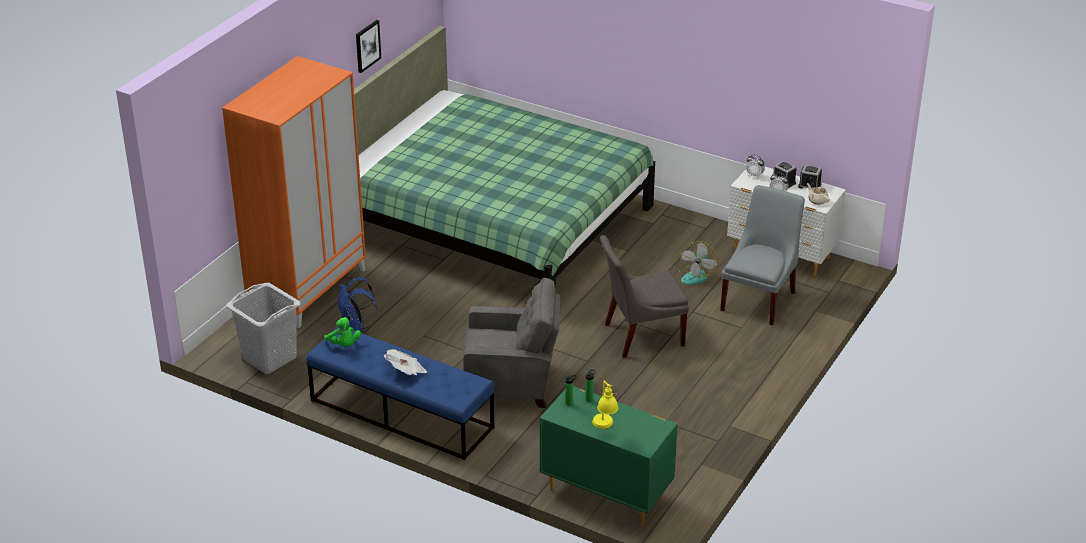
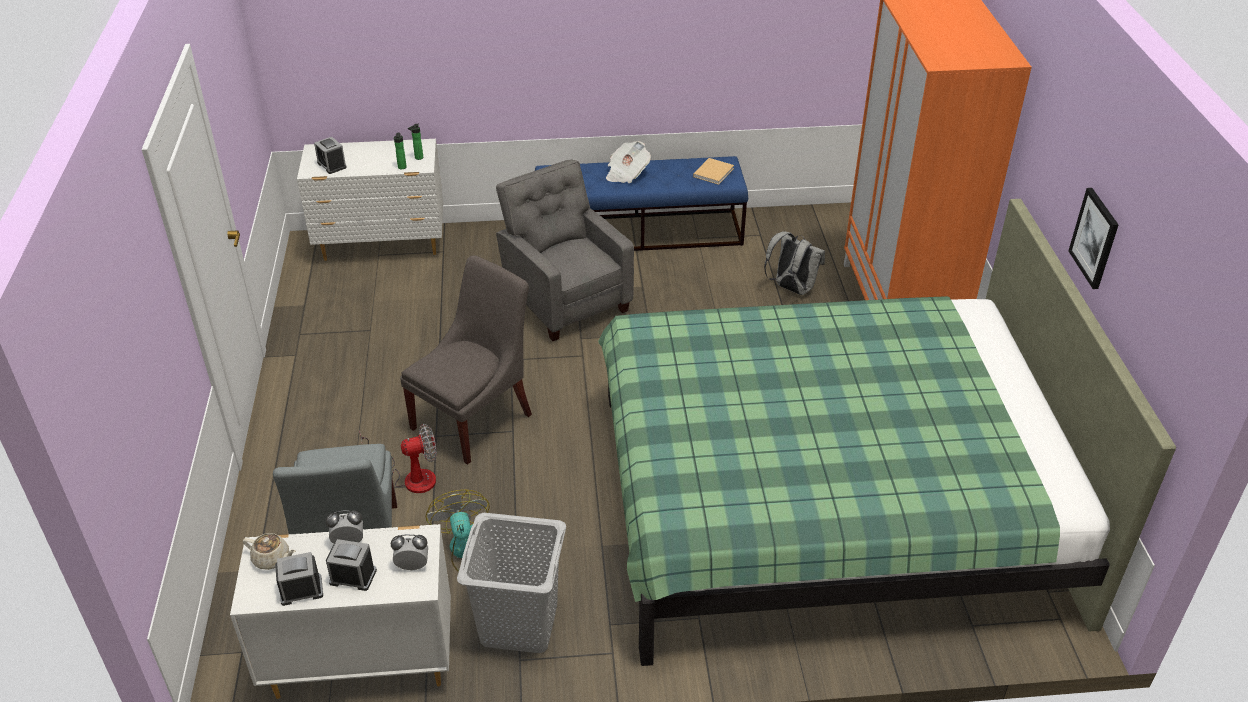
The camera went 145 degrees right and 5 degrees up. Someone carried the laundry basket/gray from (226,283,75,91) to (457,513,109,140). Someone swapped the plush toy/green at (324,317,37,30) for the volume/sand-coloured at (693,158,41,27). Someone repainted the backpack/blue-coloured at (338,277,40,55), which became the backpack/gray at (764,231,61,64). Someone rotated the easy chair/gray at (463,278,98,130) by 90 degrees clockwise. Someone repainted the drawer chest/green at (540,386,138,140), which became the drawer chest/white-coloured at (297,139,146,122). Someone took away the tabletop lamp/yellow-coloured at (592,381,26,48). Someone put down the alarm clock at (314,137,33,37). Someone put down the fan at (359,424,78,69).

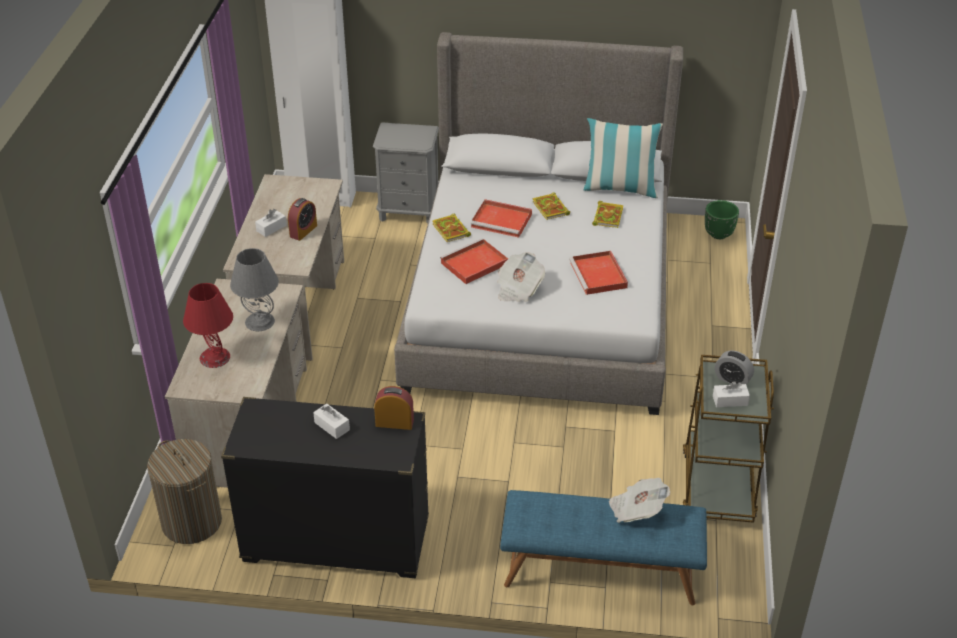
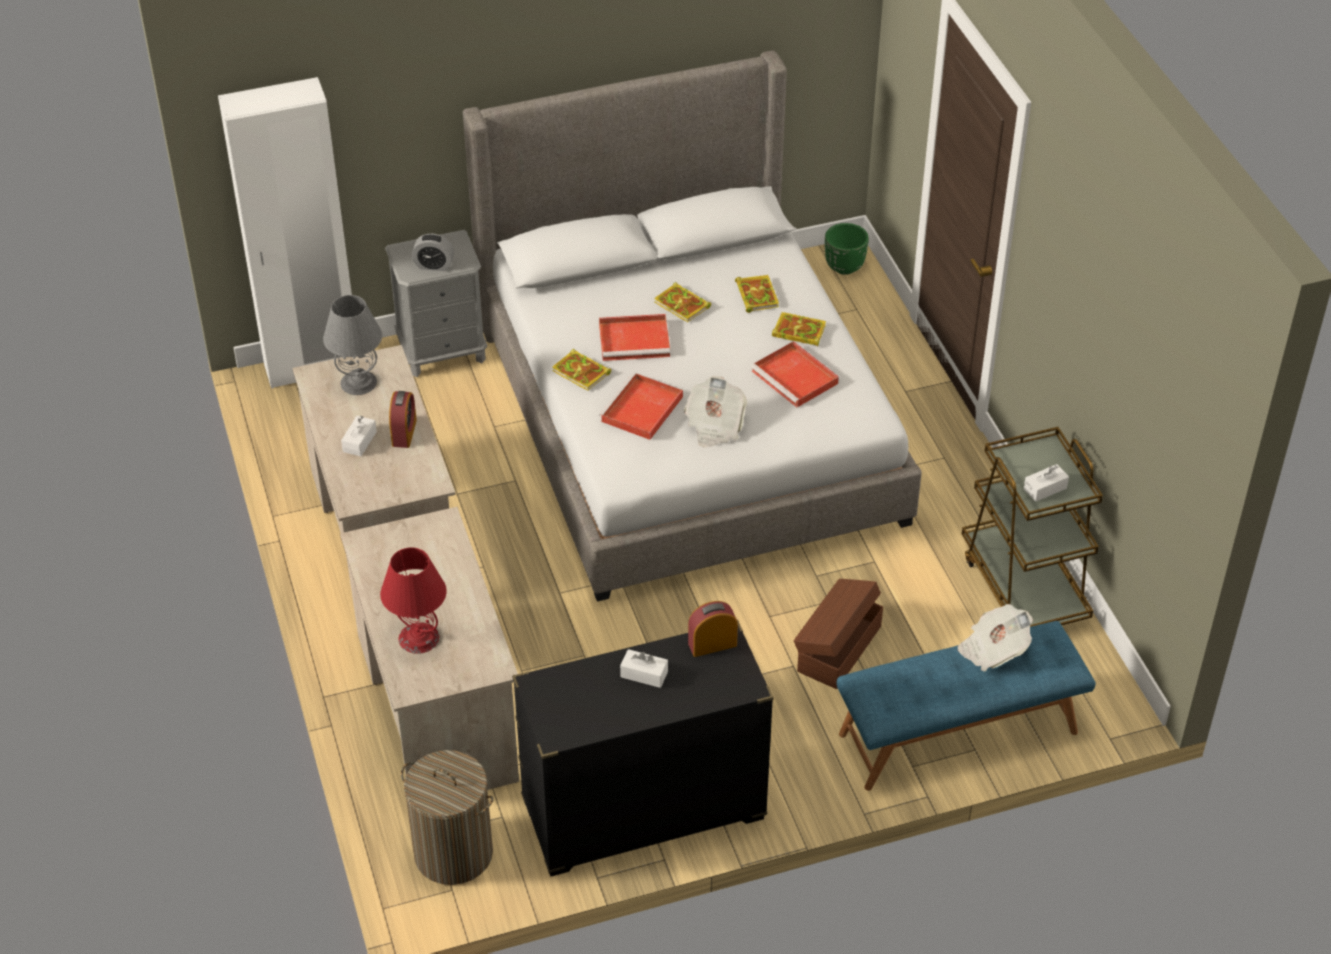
The camera went 25 degrees left and 5 degrees up. Someone carried the tabletop lamp/gray from (230,248,49,83) to (323,295,59,100). Someone took away the pillow at (584,118,79,80). Someone carried the alarm clock from (715,350,39,35) to (412,234,42,37). Someone put down the volume at (772,312,54,35). Someone put down the storage box/brownish at (794,579,89,110).

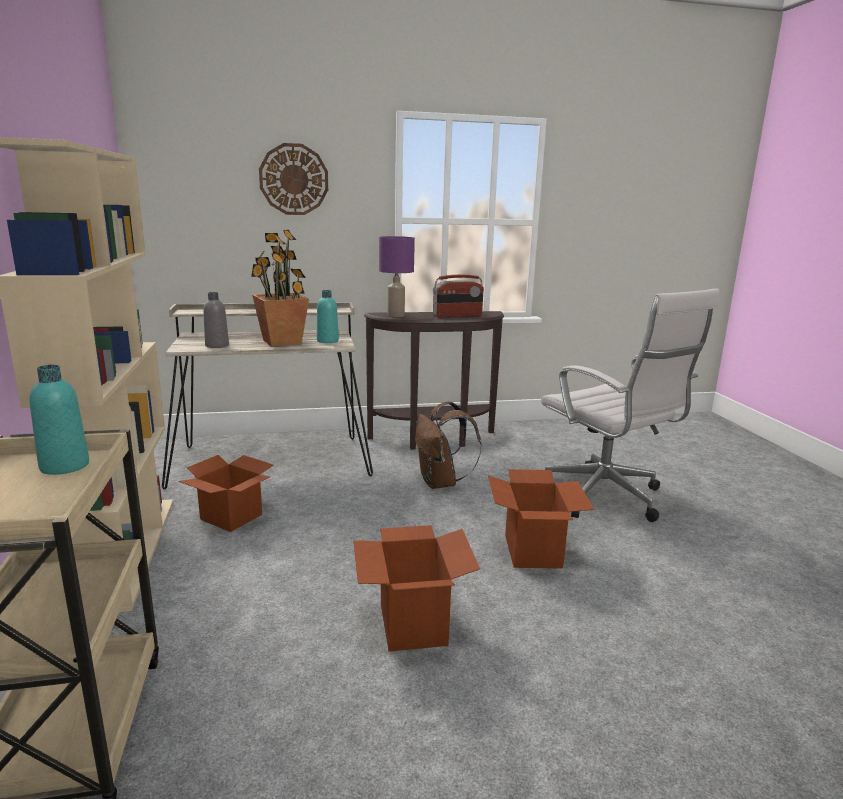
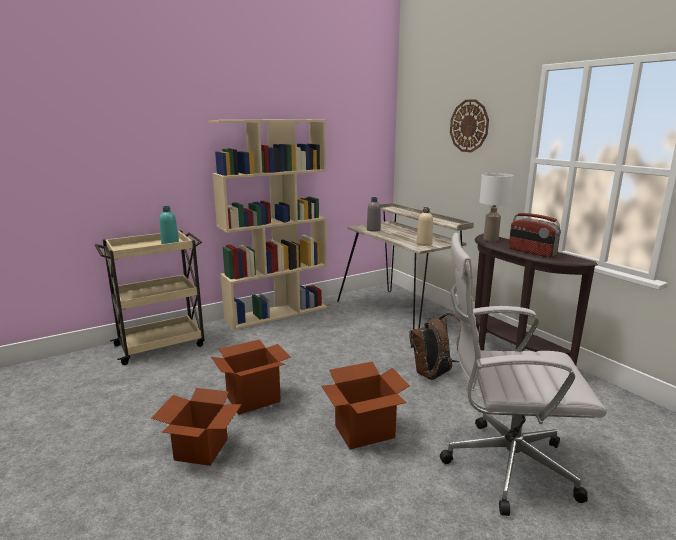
The camera went 70 degrees right and 0 degrees up. Someone carried the packing box from (179,455,94,77) to (152,388,90,78). Someone took away the plant in a pot at (251,230,58,117). Someone repainted the drink bottle/turquoise at (317,290,22,53), which became the drink bottle/sand-coloured at (416,207,17,39). Someone repainted the tabletop lamp/purple at (379,236,36,81), which became the tabletop lamp/white-coloured at (479,173,34,68). Someone rotated the computer chair/white-coloured at (541,289,179,233) by 60 degrees clockwise.

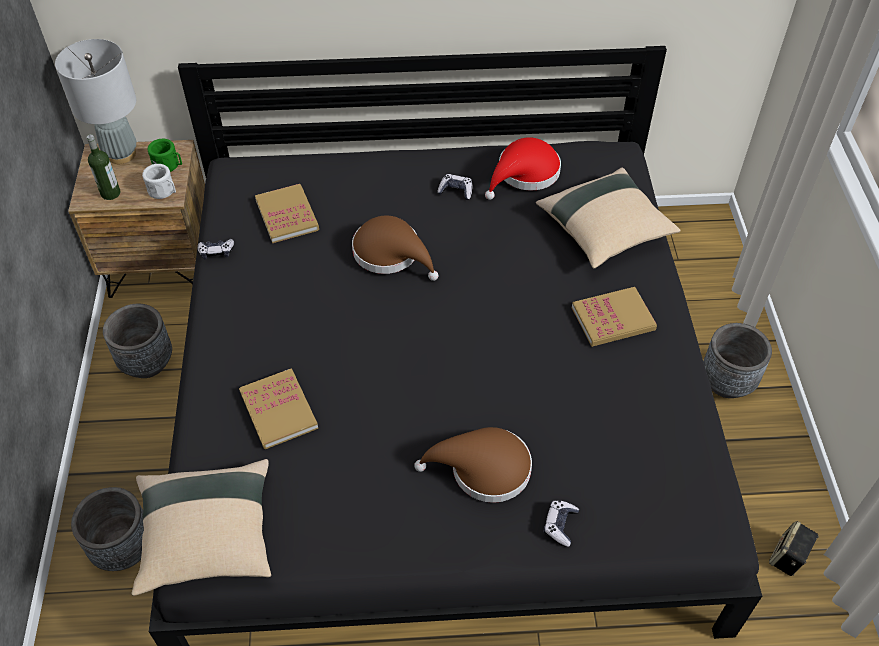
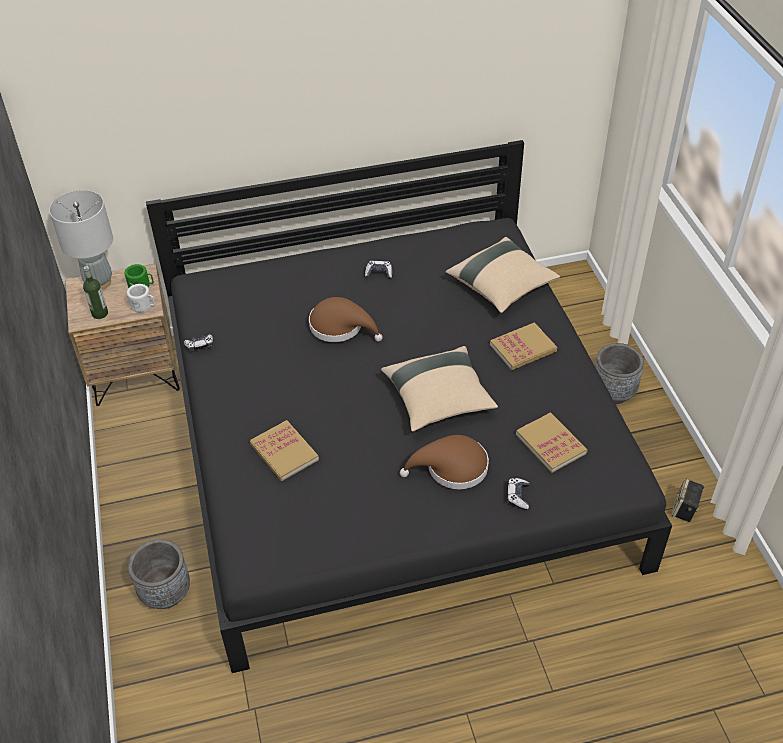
The camera went 10 degrees left and 5 degrees down. Someone took away the flower pot/gray at (103,304,69,74). Someone carried the pillow/sand-coloured from (131,459,140,137) to (381,346,117,85). Someone carried the volume from (255,184,64,59) to (516,412,72,61). Someone took away the hat/reddish at (485,137,76,63).

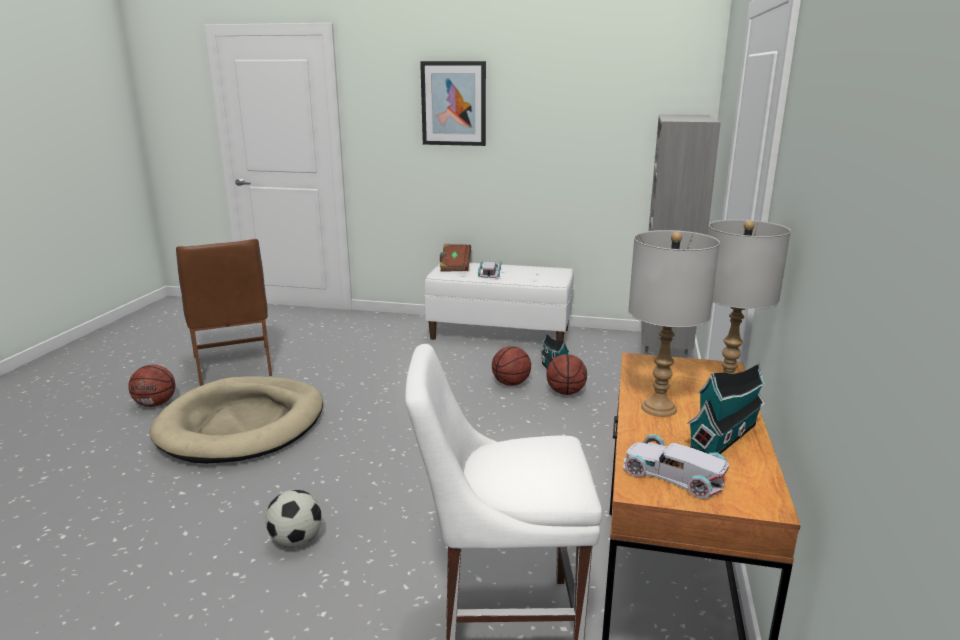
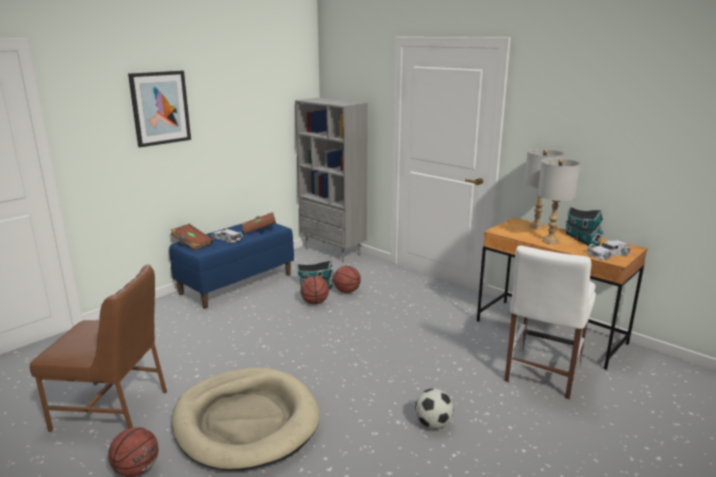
The camera went 60 degrees left and 0 degrees up. Someone repainted the indoor bench/white-coloured at (424,262,150,79), which became the indoor bench/blue-coloured at (169,223,125,86). Someone put down the volume/brownish at (242,212,34,22).

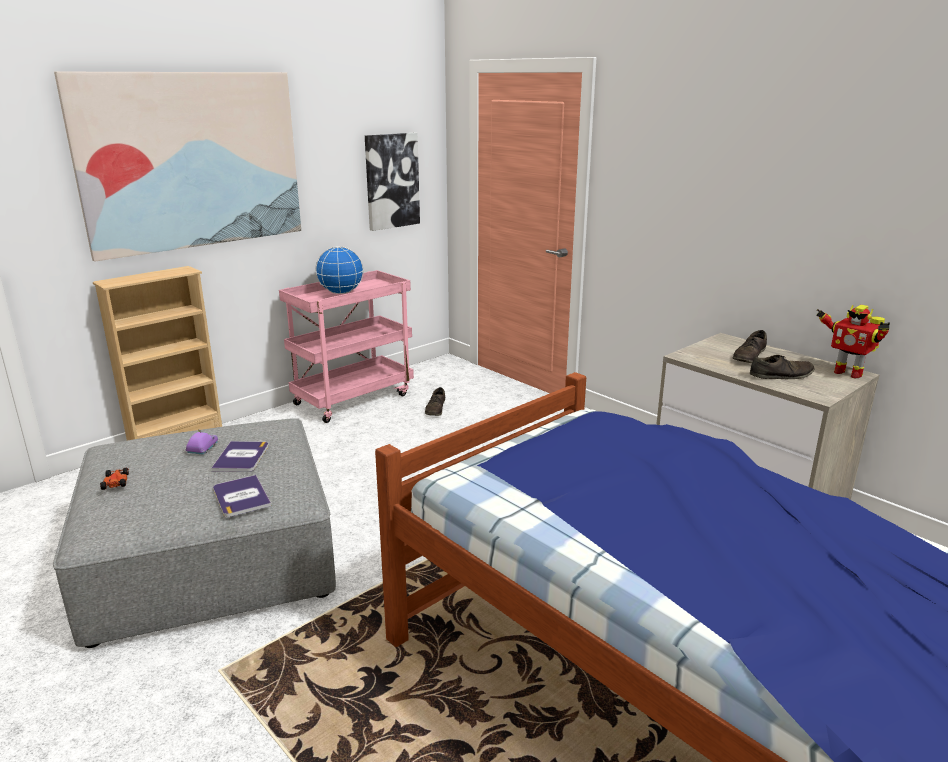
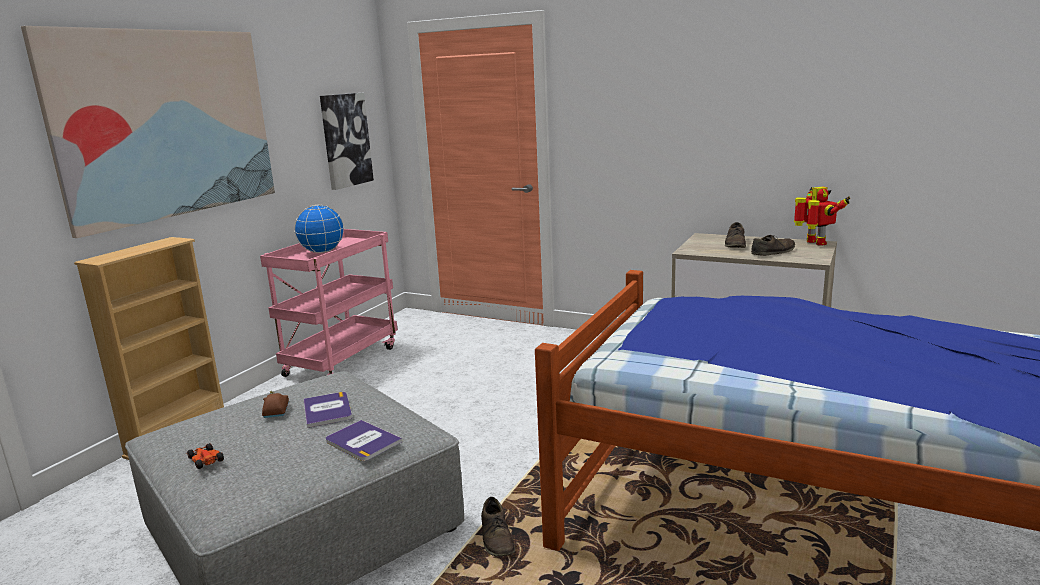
The camera went 20 degrees left and 5 degrees down. Someone repainted the toy car/purple at (186,429,33,25), which became the toy car/brownish at (262,391,27,27). Someone carried the low shoe/brownish from (425,387,20,29) to (481,497,34,60). Someone rotated the model robot at (817,305,73,73) by 135 degrees counterclockwise.

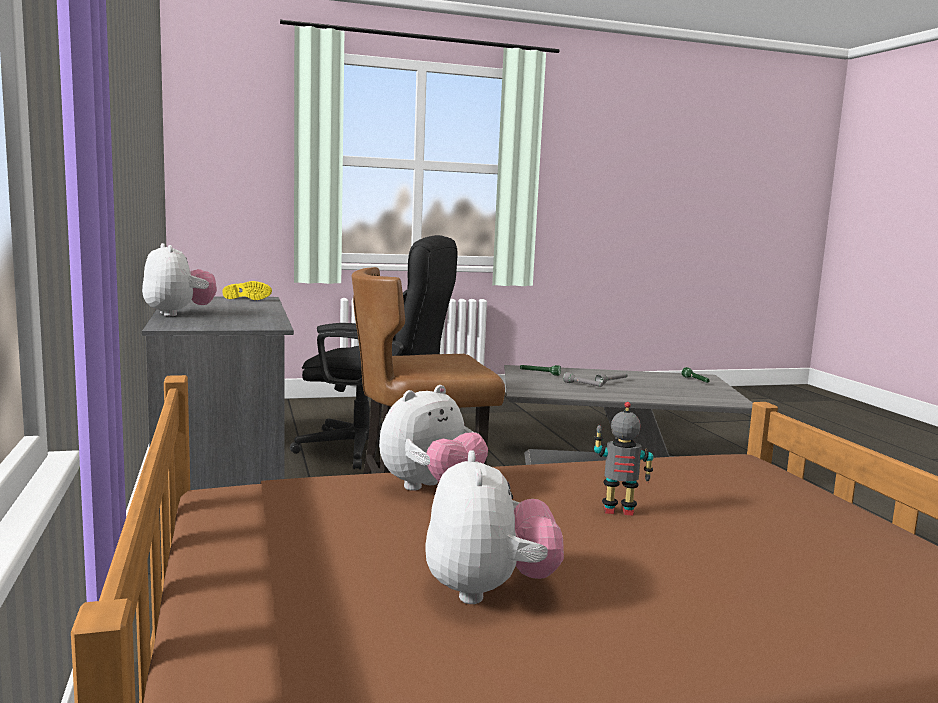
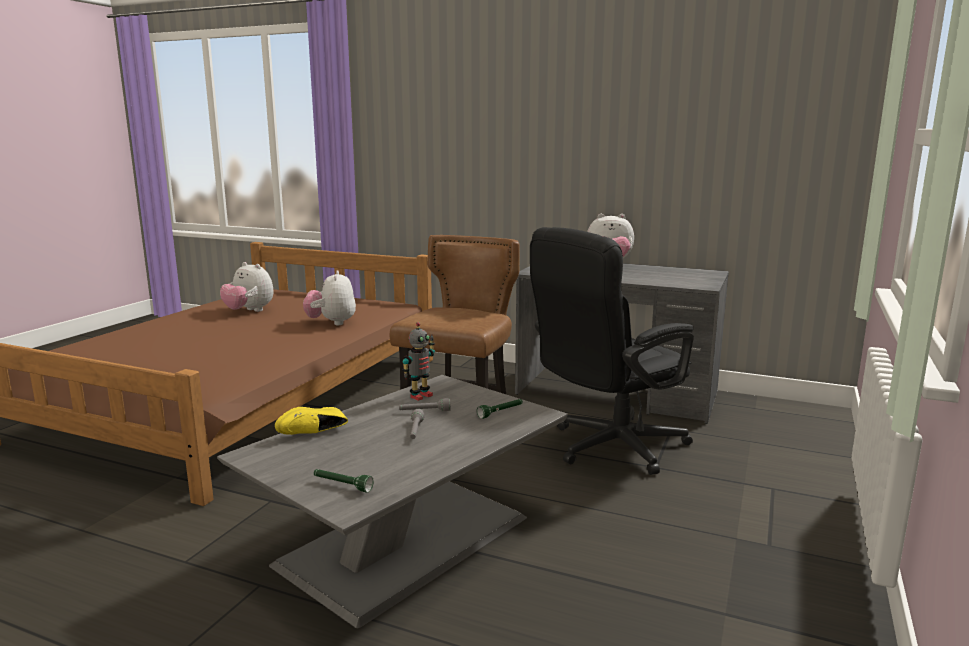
The camera went 130 degrees right and 5 degrees up. Someone carried the low shoe/yellow-coloured from (222,281,50,19) to (275,407,73,28). Someone carried the model robot from (594,402,60,114) to (402,322,33,79).

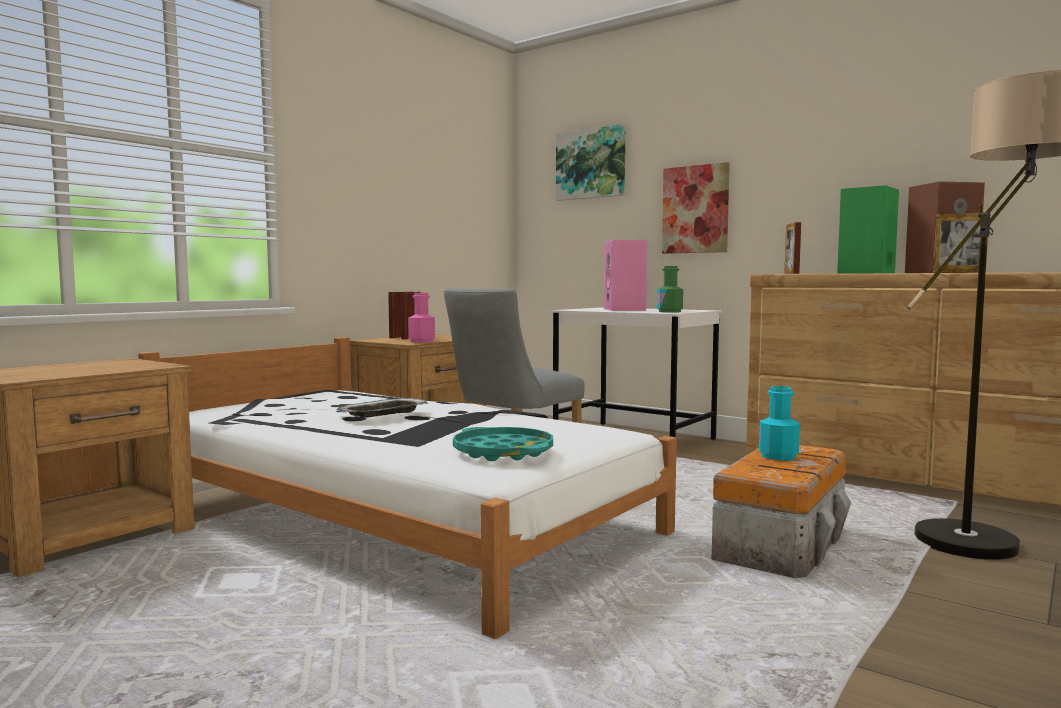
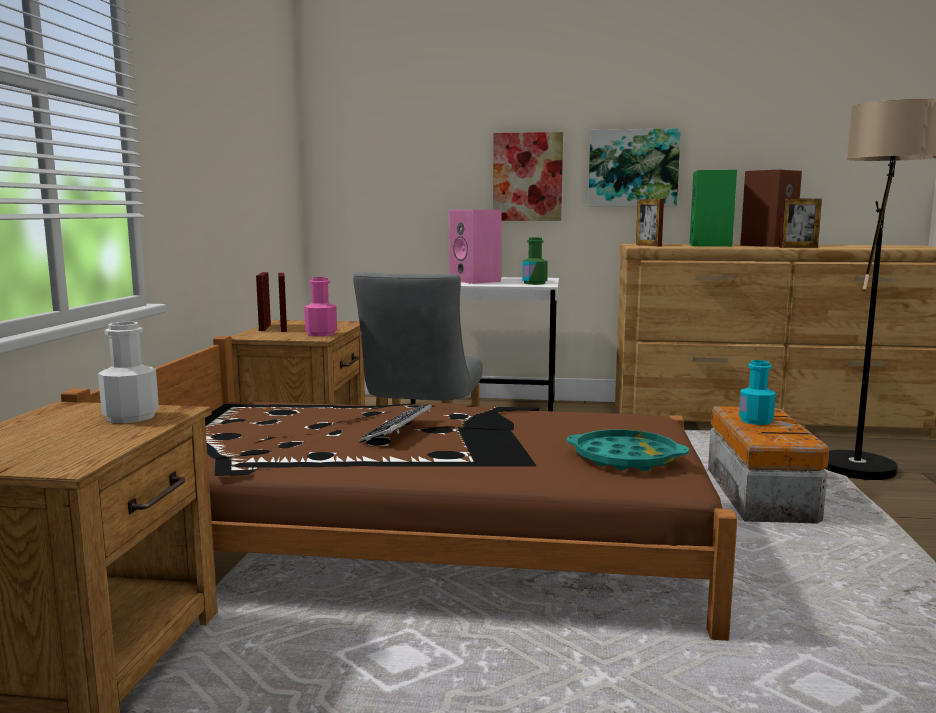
The camera went 30 degrees left and 5 degrees up. Someone repainted the sleeping bed/white-coloured at (138,337,539,302), which became the sleeping bed/brownish at (61,336,677,305). Someone swapped the serving tray at (337,398,91,19) for the keyboard at (359,404,73,39). Someone carried the wall art from (556,124,69,77) to (588,128,93,78). Someone put down the drink bottle/white-coloured at (98,322,61,101).

